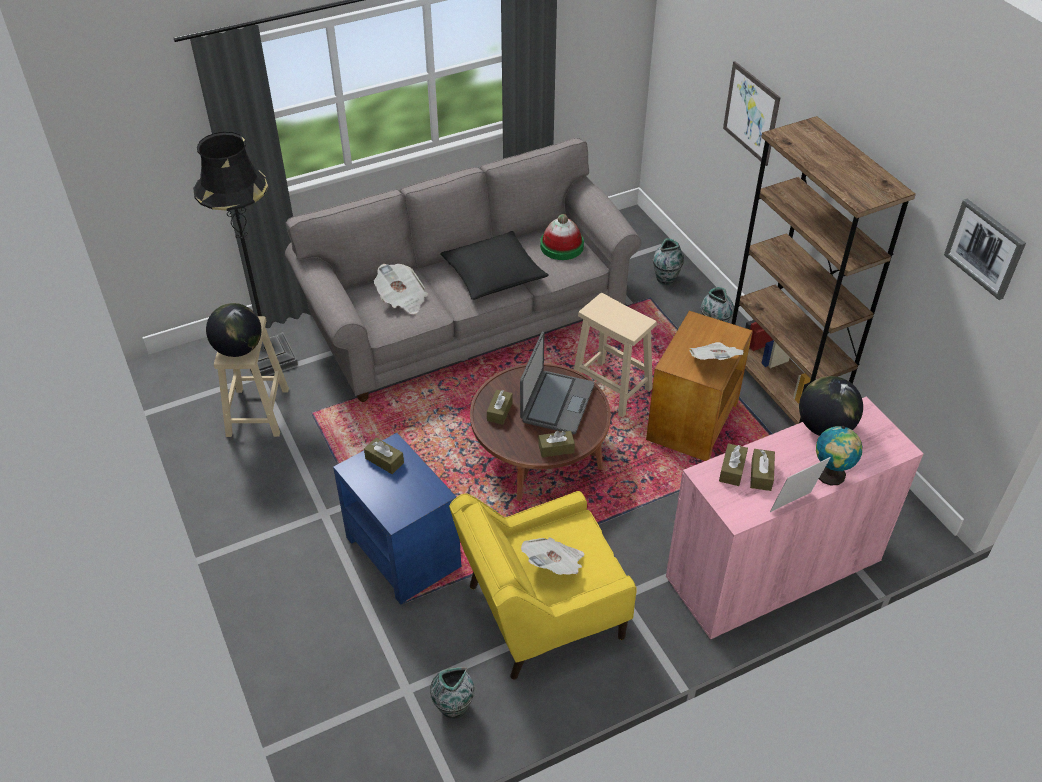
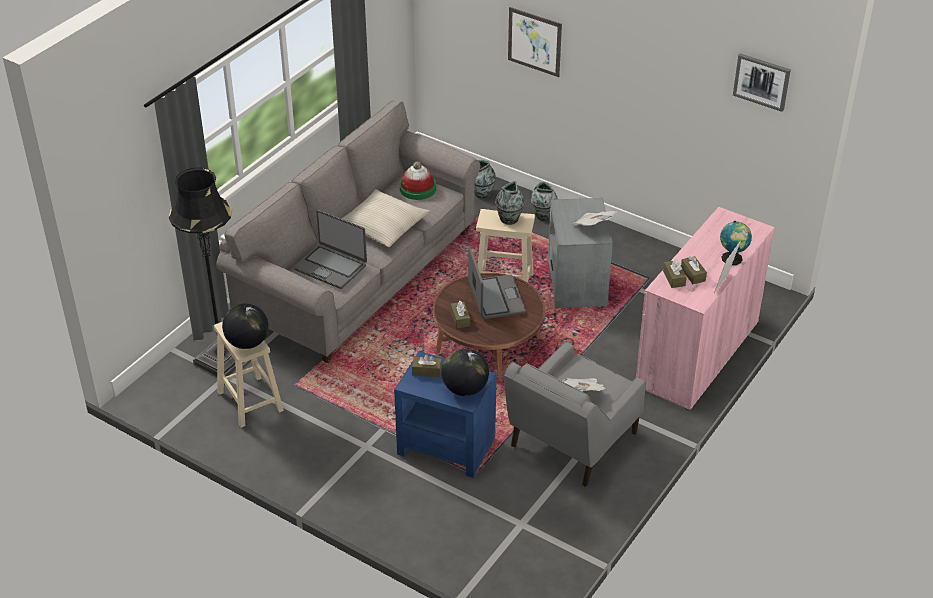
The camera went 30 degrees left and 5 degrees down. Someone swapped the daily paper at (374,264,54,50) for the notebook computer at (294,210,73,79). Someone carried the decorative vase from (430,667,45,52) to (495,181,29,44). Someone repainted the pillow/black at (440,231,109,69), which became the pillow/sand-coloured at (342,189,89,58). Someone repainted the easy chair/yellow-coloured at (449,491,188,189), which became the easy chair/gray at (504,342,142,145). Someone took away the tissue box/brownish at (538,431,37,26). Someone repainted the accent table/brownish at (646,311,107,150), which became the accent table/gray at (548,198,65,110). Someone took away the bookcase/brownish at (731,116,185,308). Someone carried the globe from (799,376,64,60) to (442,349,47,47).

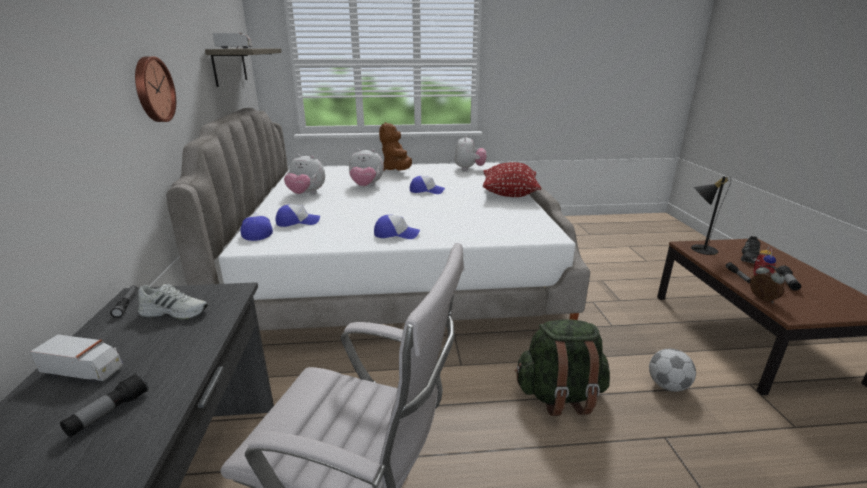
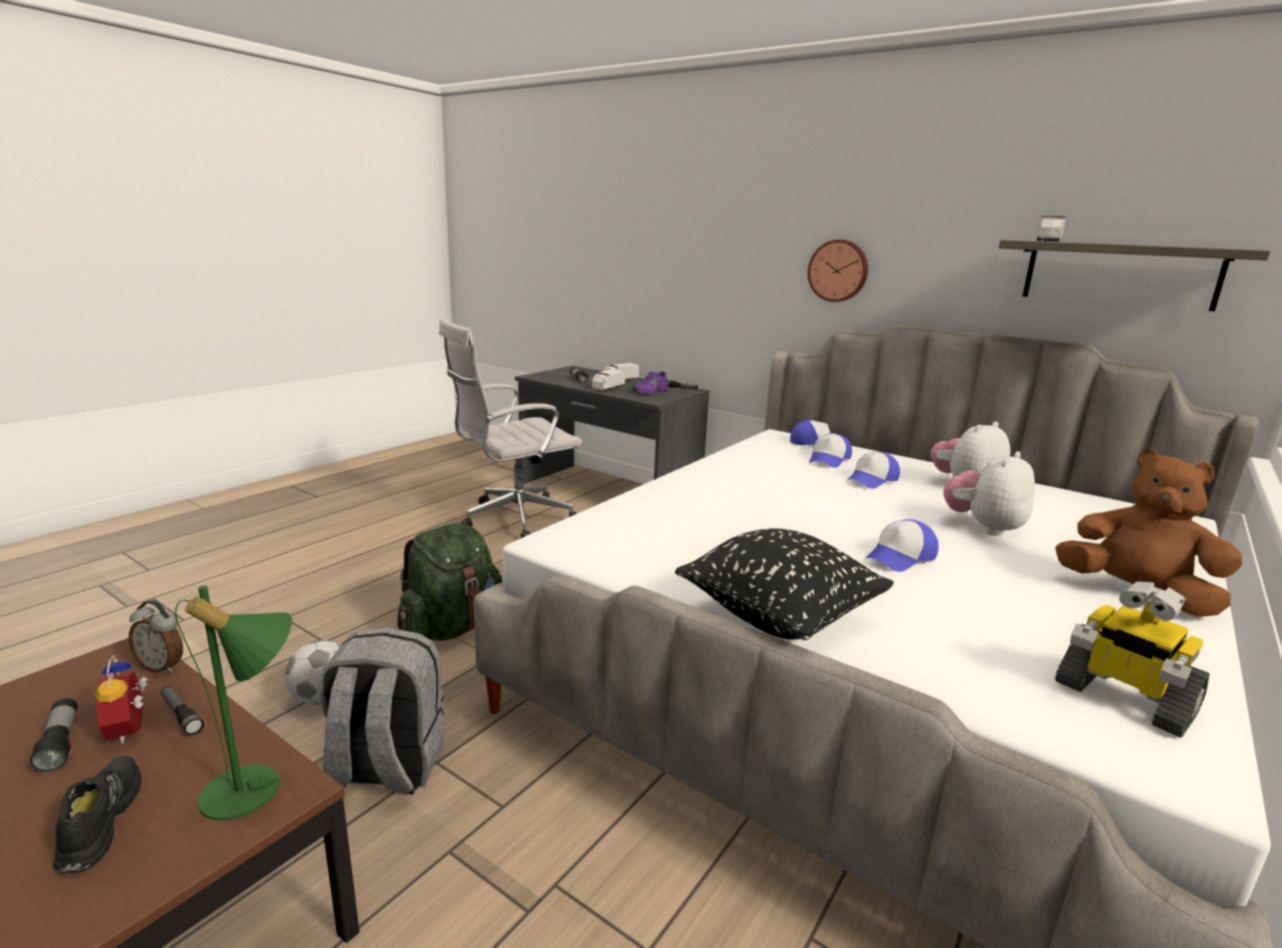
The camera went 130 degrees right and 5 degrees down. Someone repainted the low shoe/white-coloured at (138,284,70,35), which became the low shoe/purple at (633,371,36,24). Someone carried the peaked cap from (374,215,46,24) to (846,452,54,37). Someone swapped the plush toy at (454,135,33,35) for the model robot at (1055,581,155,157). Someone repainted the pillow/reddish at (483,162,58,35), which became the pillow/black at (675,529,219,111). Someone repainted the tabletop lamp/black at (691,176,40,79), which became the tabletop lamp/green at (175,585,117,235). Someone put down the backpack/gray at (319,627,126,167). Someone put down the toy lorry at (592,369,33,22).

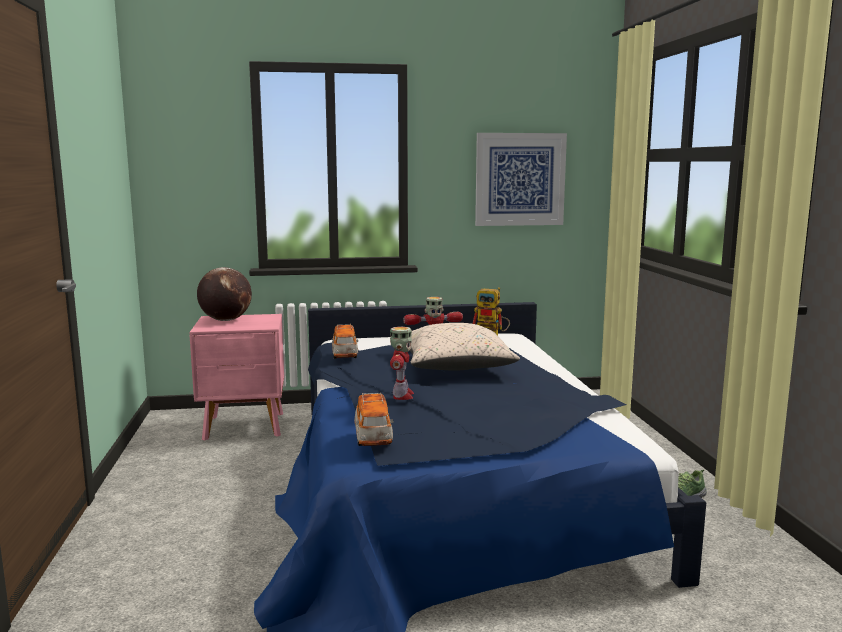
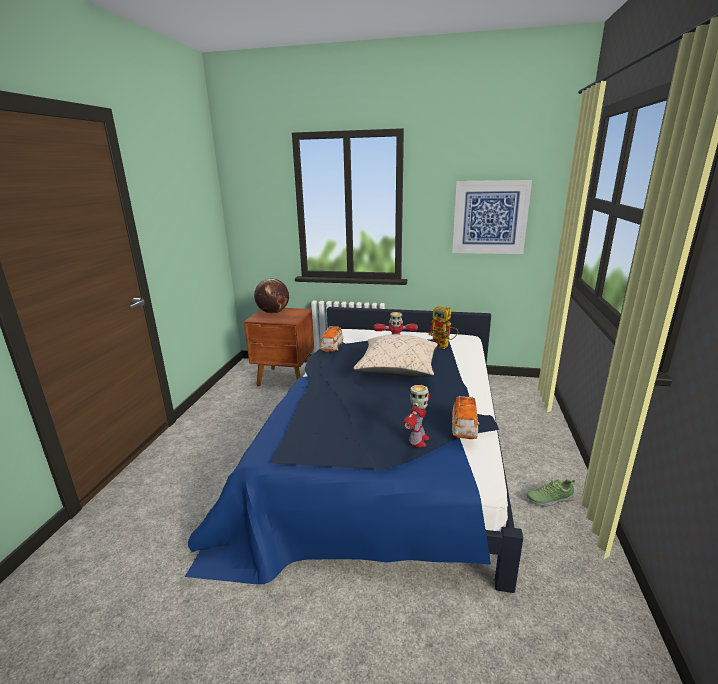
The camera went 20 degrees right and 10 degrees up. Someone repainted the nightstand/pink-coloured at (190,314,94,127), which became the nightstand/brownish at (244,308,70,79). Someone carried the toy car from (354,392,40,54) to (452,396,27,43). Someone carried the model robot from (390,327,24,73) to (403,385,27,62).

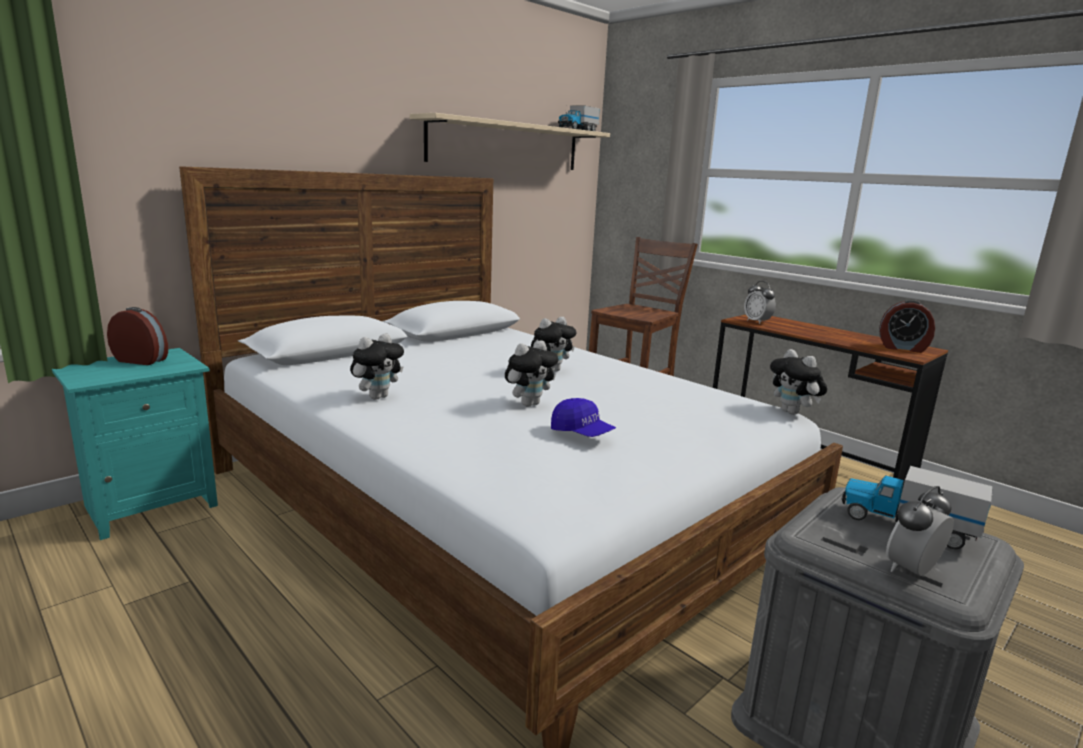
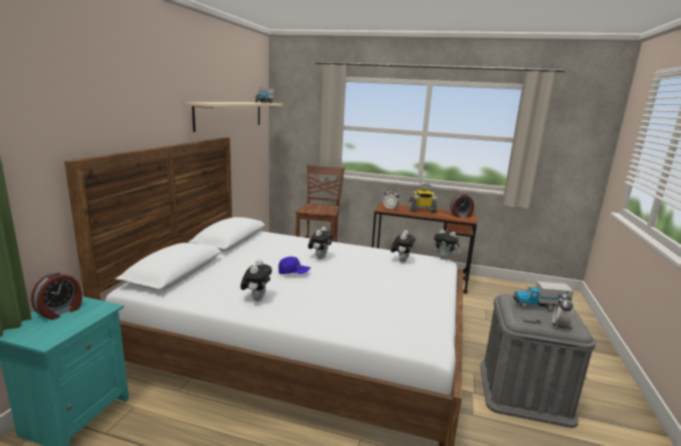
The camera went 30 degrees left and 0 degrees up. Someone rotated the alarm clock at (107,307,61,58) by 135 degrees clockwise. Someone carried the plush toy from (505,340,54,67) to (391,230,24,32). Someone carried the peaked cap/blue-coloured from (551,398,65,39) to (278,256,33,18). Someone put down the model robot at (409,182,28,31).

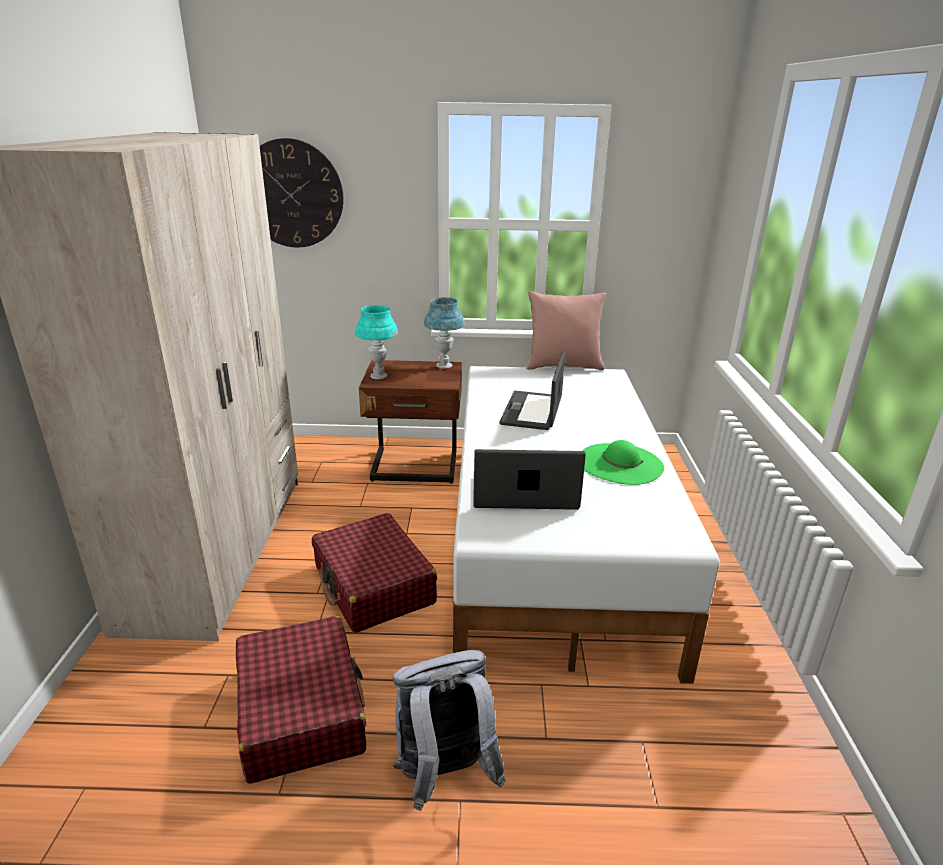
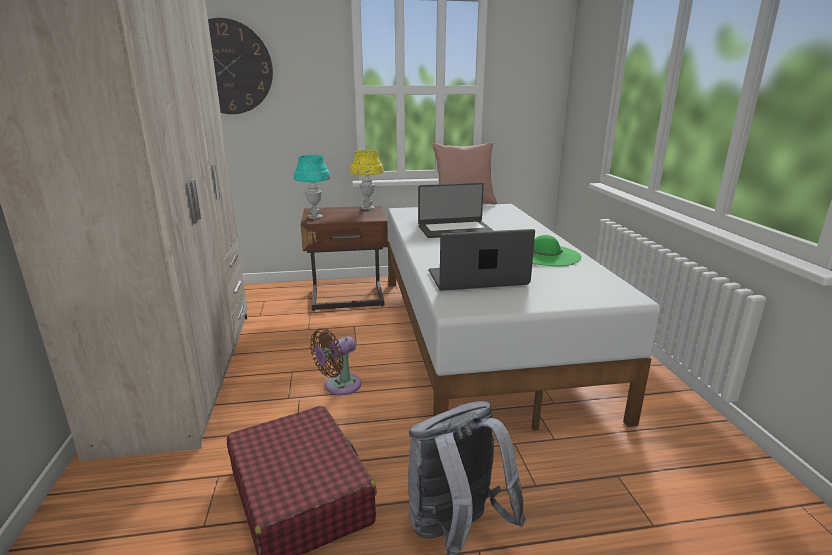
The camera went 10 degrees left and 5 degrees down. Someone swapped the travel case/reddish at (312,513,125,120) for the fan/brownish at (310,328,51,67). Someone repainted the tabletop lamp/blue-coloured at (424,297,40,72), which became the tabletop lamp/yellow-coloured at (350,150,34,60). Someone rotated the notebook computer at (500,352,65,78) by 105 degrees counterclockwise.

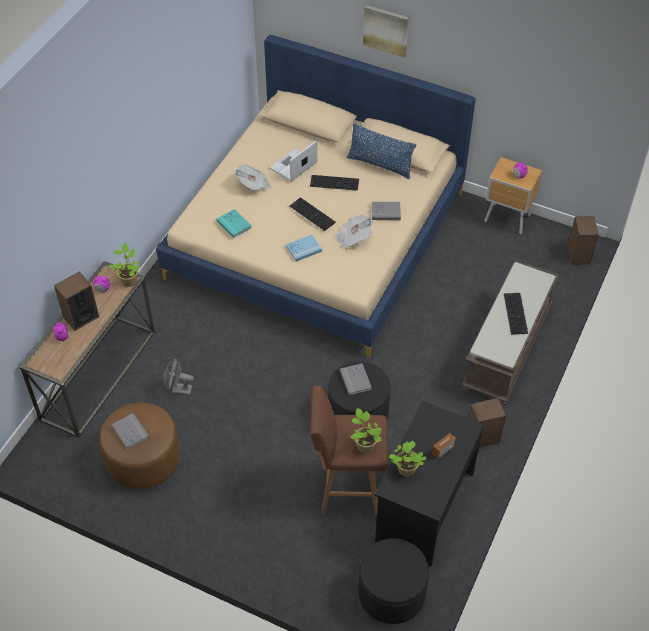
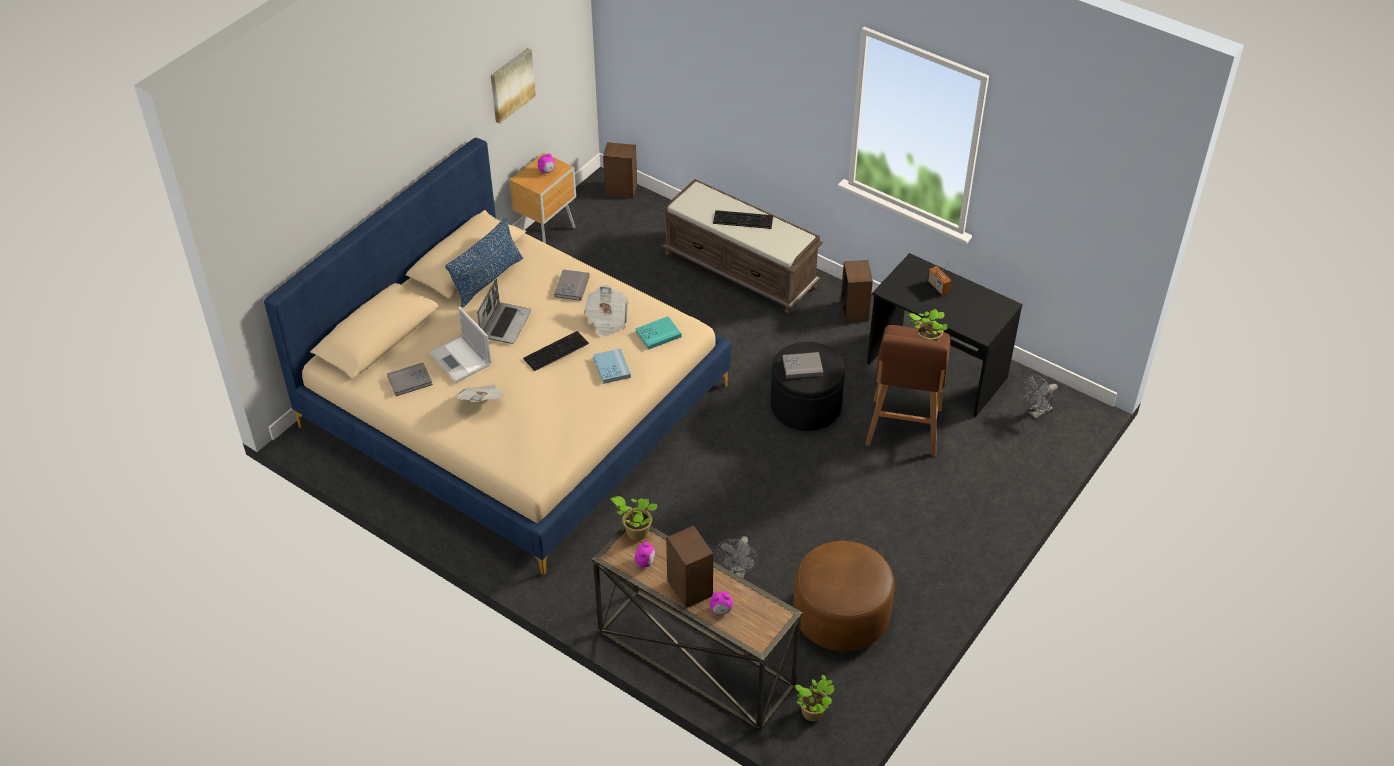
The camera went 80 degrees left and 5 degrees down. Someone carried the volume/gray from (112,413,37,37) to (387,363,46,33). Someone carried the volume/turquoise from (217,209,34,29) to (635,316,46,34). Someone swapped the keyboard at (310,175,49,16) for the notebook computer at (477,278,55,66). Someone swapped the pouffe/black at (358,538,71,86) for the fan/gray at (1023,374,35,45). Someone carried the wall art from (363,5,46,52) to (491,48,45,76). Someone carried the plant in a pot from (389,441,37,36) to (794,675,40,46).

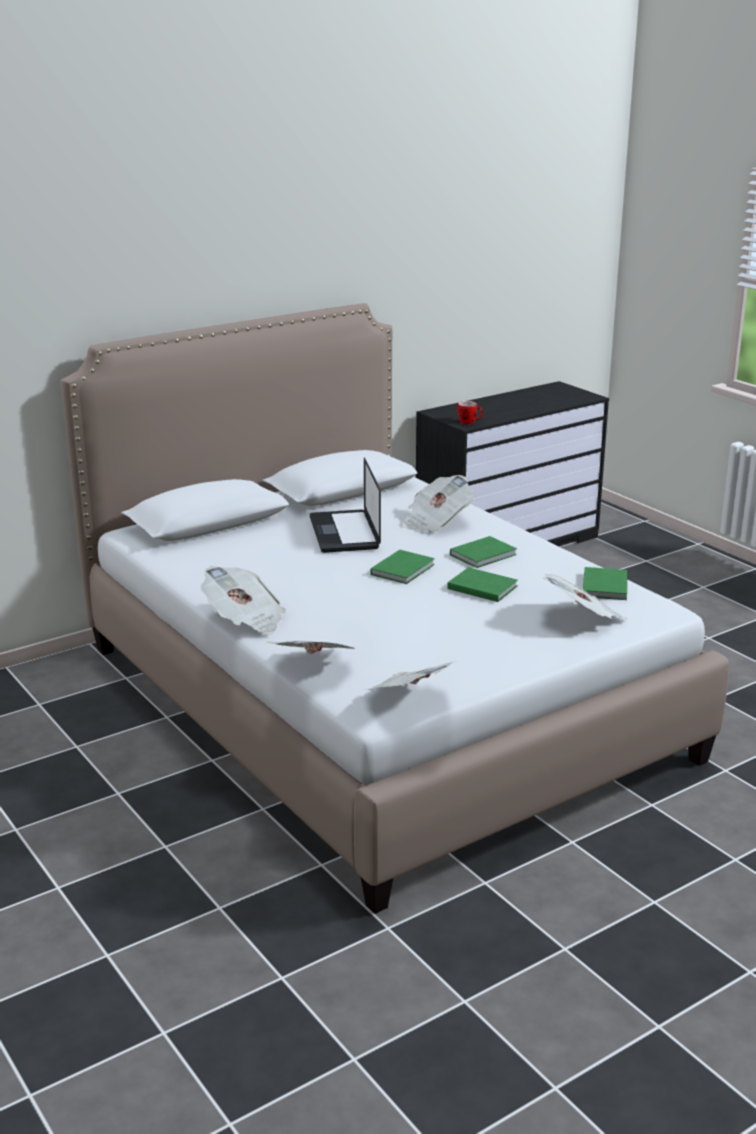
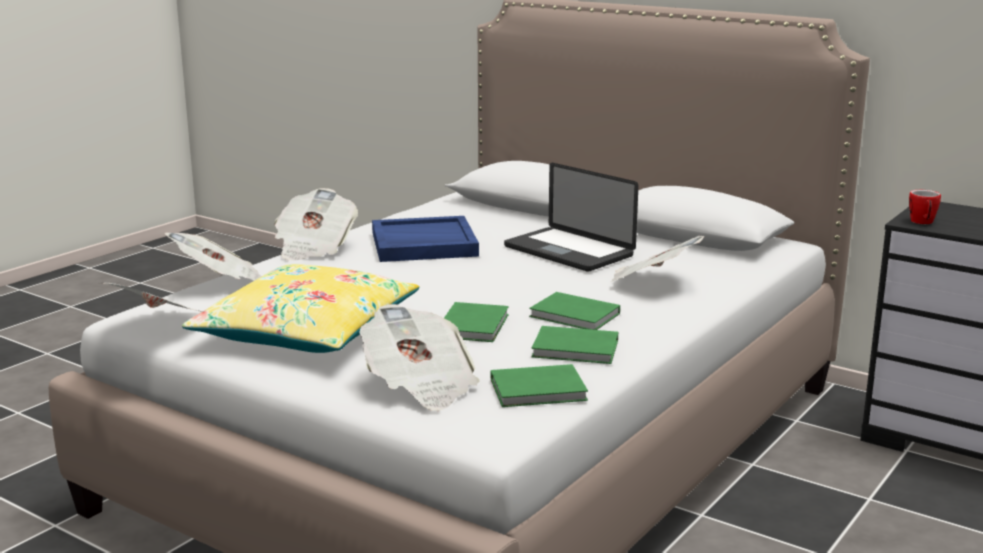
The camera went 70 degrees right and 5 degrees down. Someone rotated the notebook computer at (310,458,71,95) by 105 degrees counterclockwise. Someone carried the volume/green from (371,550,64,34) to (531,326,87,38). Someone put down the pillow/yellow-coloured at (182,264,238,89). Someone put down the serving tray/blue-coloured at (372,216,107,46).

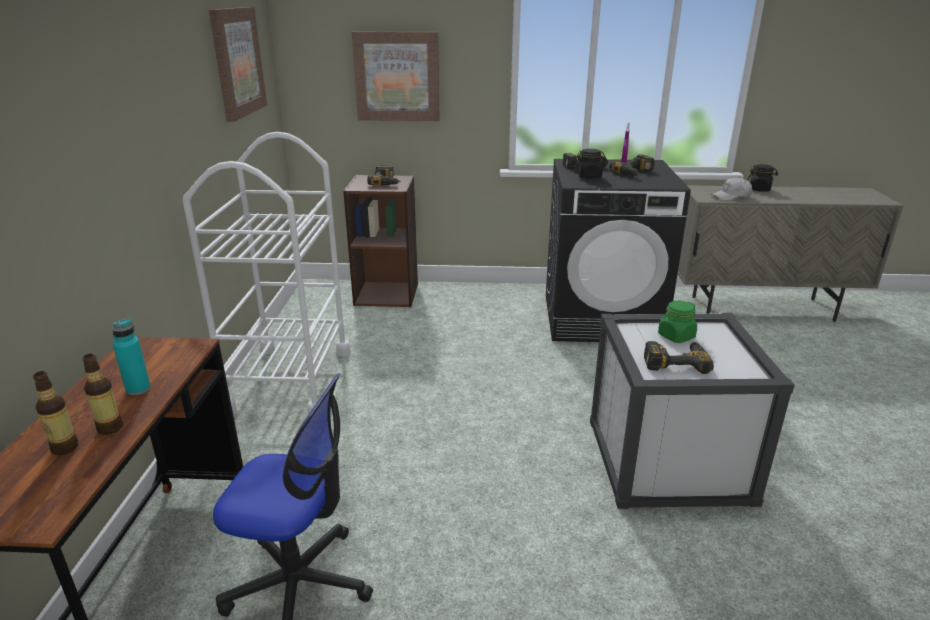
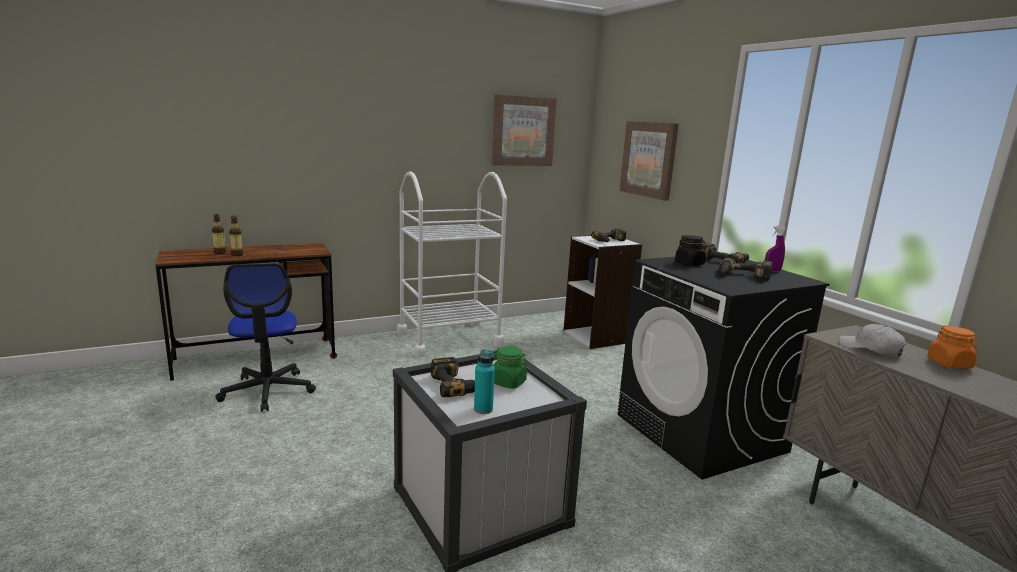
The camera went 60 degrees right and 10 degrees down. Someone carried the drink bottle/turquoise from (113,318,38,77) to (474,349,21,65). Someone repainted the bookcase/brownish at (343,175,75,132), which became the bookcase/white-coloured at (563,235,79,114). Someone repainted the jar/black at (747,164,31,28), which became the jar/orangey at (927,325,50,44).

